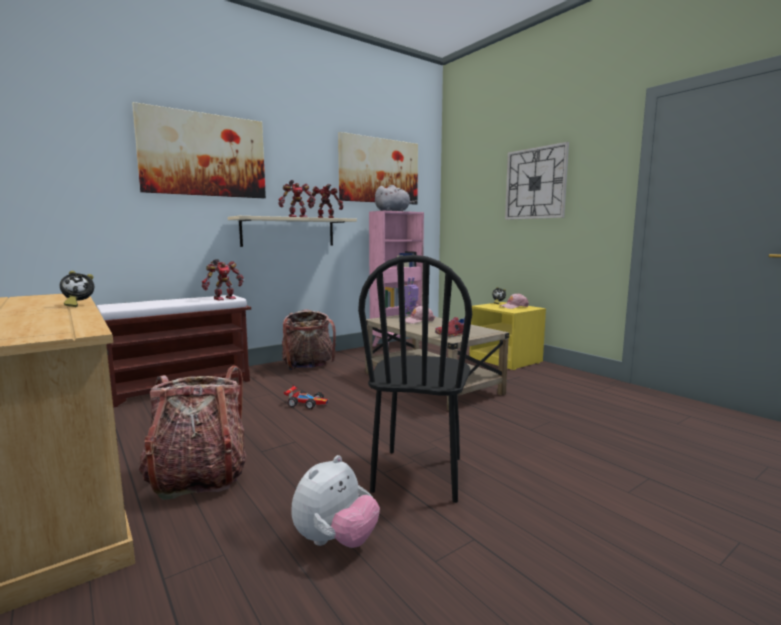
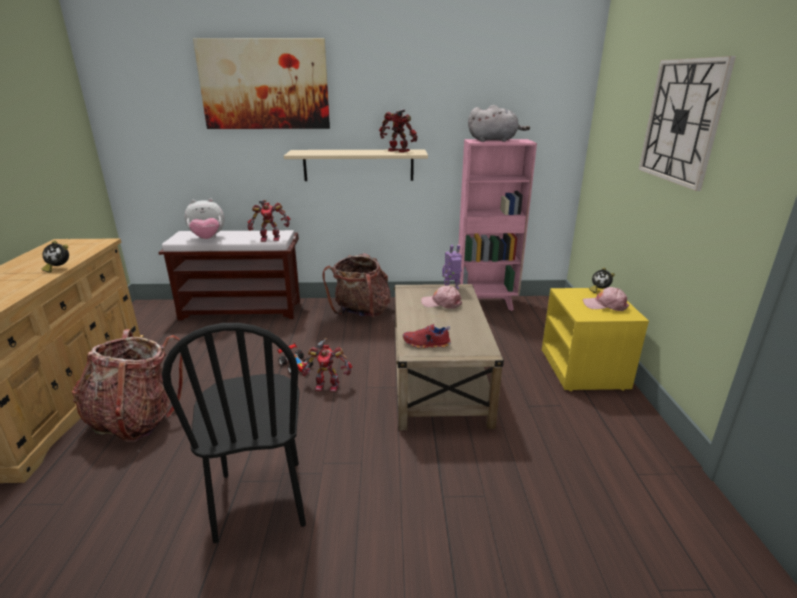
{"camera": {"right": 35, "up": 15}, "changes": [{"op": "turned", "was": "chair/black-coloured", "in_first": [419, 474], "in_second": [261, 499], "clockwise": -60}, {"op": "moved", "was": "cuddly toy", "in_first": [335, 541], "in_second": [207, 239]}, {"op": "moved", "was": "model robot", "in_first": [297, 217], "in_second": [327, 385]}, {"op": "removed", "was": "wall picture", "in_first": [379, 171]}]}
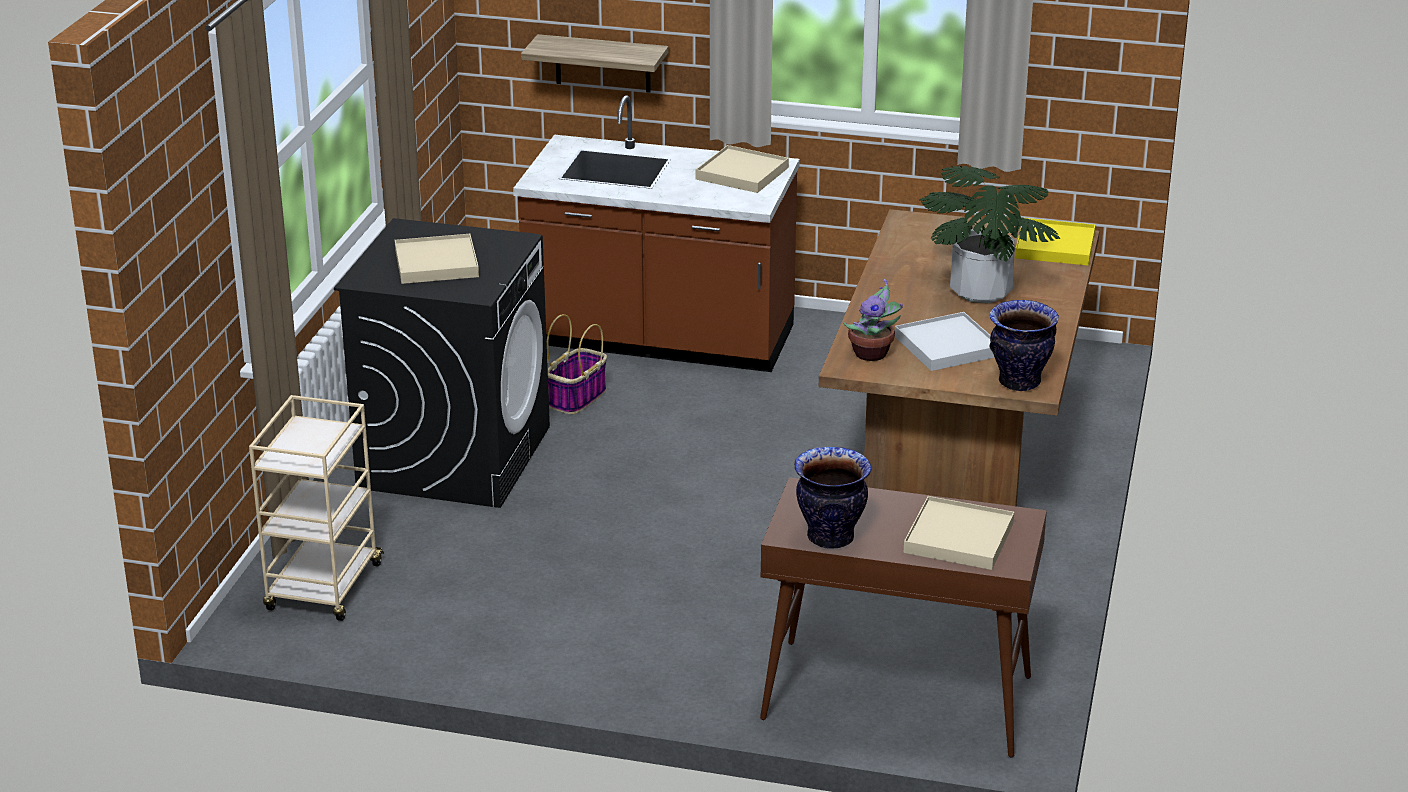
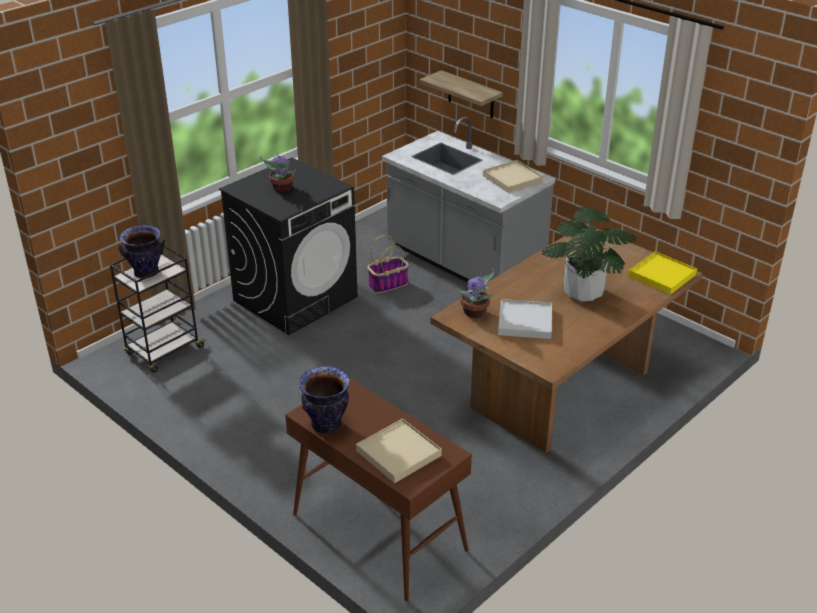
{"camera": {"right": 30, "up": 5}, "changes": [{"op": "recoloured", "was": "trolley/beige", "now": "trolley/black-coloured", "in_first": [324, 589], "in_second": [164, 351]}, {"op": "moved", "was": "vase", "in_first": [1018, 382], "in_second": [146, 272]}, {"op": "replaced", "was": "serving tray/beige", "now": "potted plant", "in_first": [436, 263], "in_second": [282, 189]}, {"op": "recoloured", "was": "counter/brownish", "now": "counter/grey", "in_first": [660, 339], "in_second": [463, 263]}]}
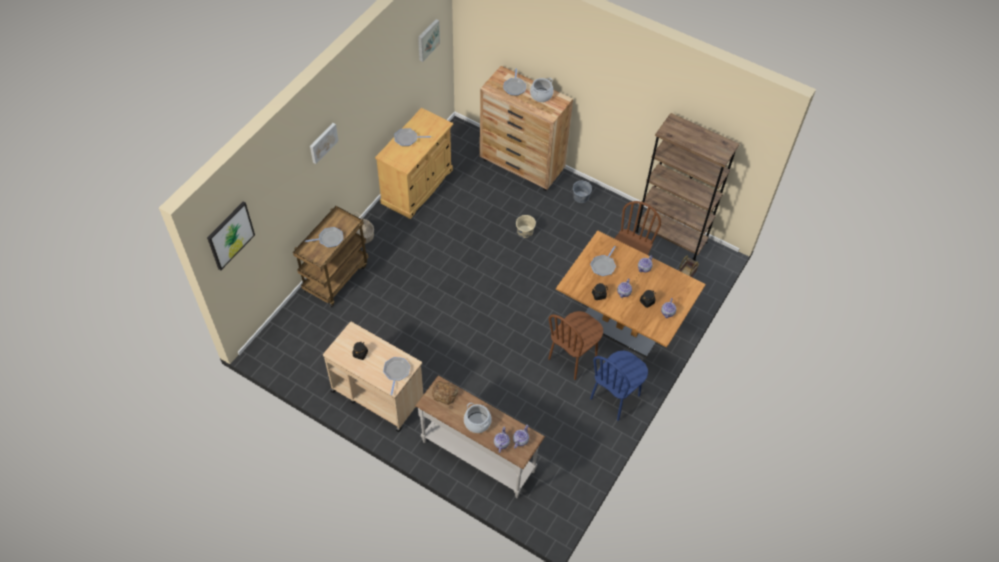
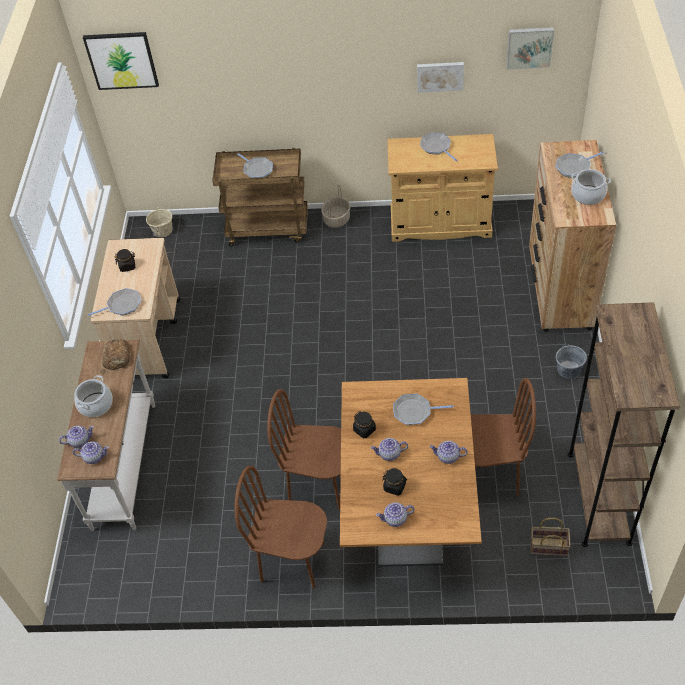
{"camera": {"right": 65, "up": -5}, "changes": [{"op": "moved", "was": "pail/beige", "in_first": [525, 231], "in_second": [162, 230]}, {"op": "recoloured", "was": "chair/blue-coloured", "now": "chair/brownish", "in_first": [615, 397], "in_second": [293, 561]}, {"op": "moved", "was": "wall picture", "in_first": [322, 142], "in_second": [440, 76]}]}
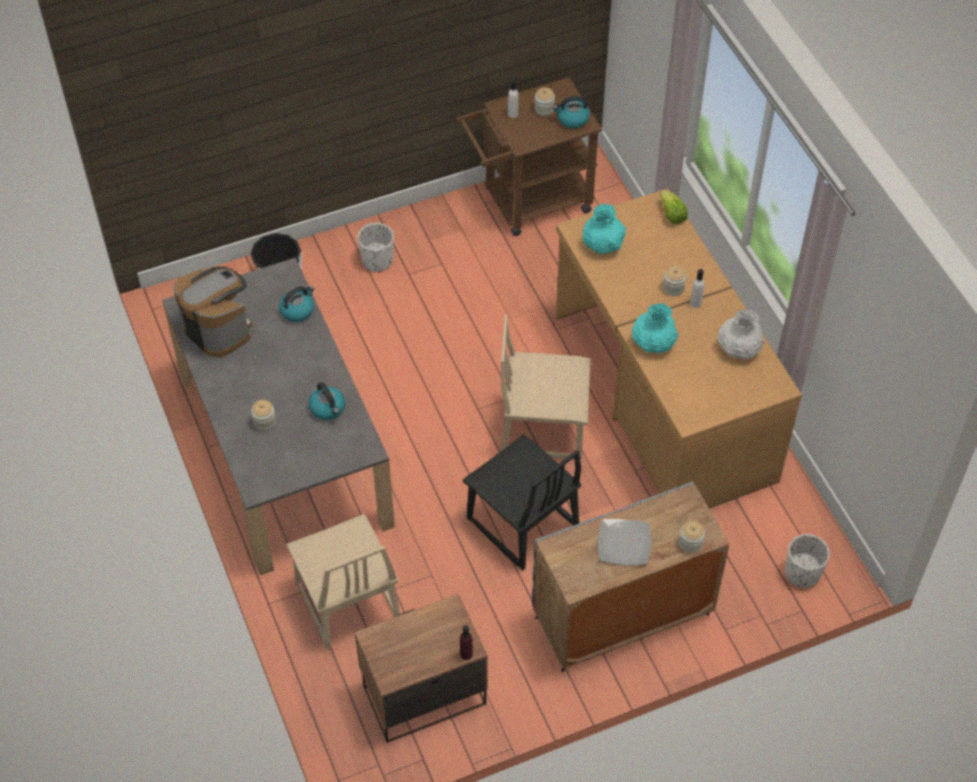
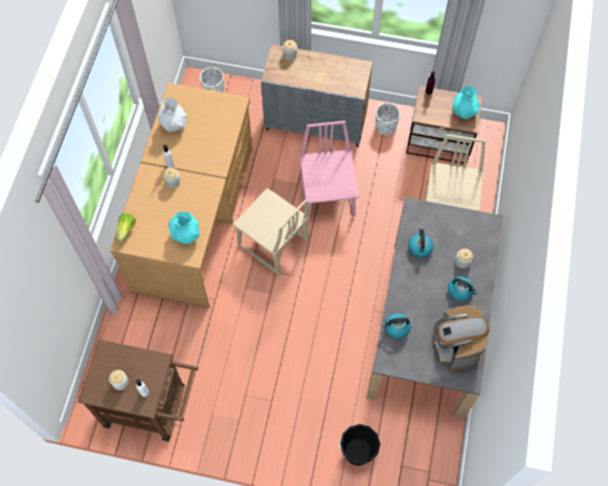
{"camera": {"right": -145, "up": 10}, "changes": [{"op": "recoloured", "was": "chair/black-coloured", "now": "chair/pink", "in_first": [521, 523], "in_second": [328, 196]}, {"op": "moved", "was": "plant pot/white", "in_first": [377, 260], "in_second": [385, 127]}, {"op": "moved", "was": "kettle", "in_first": [572, 119], "in_second": [460, 291]}, {"op": "moved", "was": "vase/turquoise", "in_first": [653, 343], "in_second": [464, 112]}, {"op": "removed", "was": "dinner plate", "in_first": [624, 544]}]}
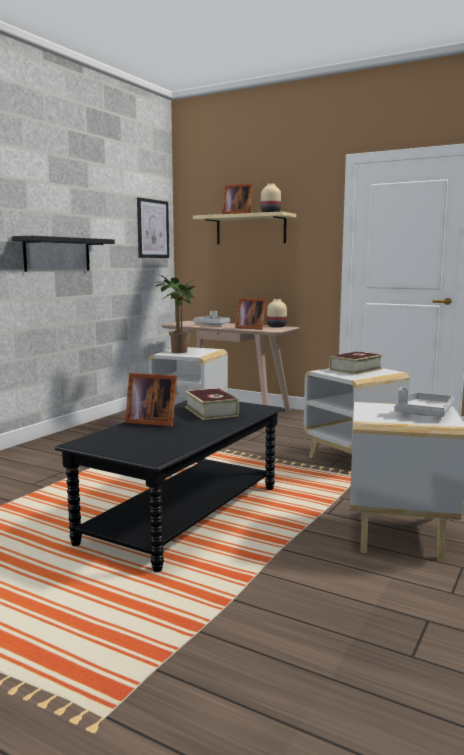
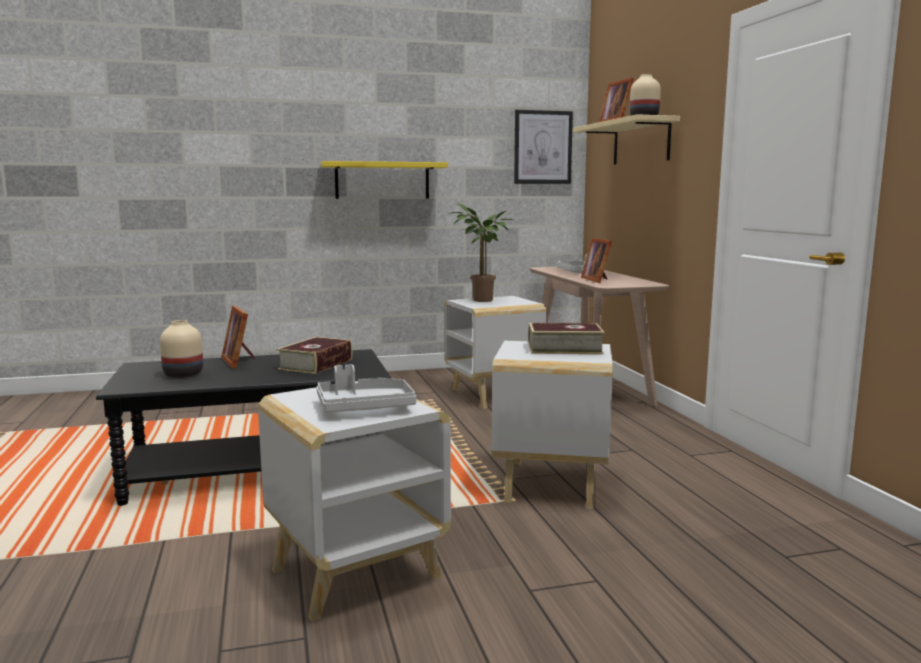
{"camera": {"right": 45, "up": 0}, "changes": [{"op": "moved", "was": "vase/beige", "in_first": [276, 326], "in_second": [184, 374]}, {"op": "recoloured", "was": "wall shelf/black-coloured", "now": "wall shelf/yellowish", "in_first": [57, 254], "in_second": [382, 180]}]}
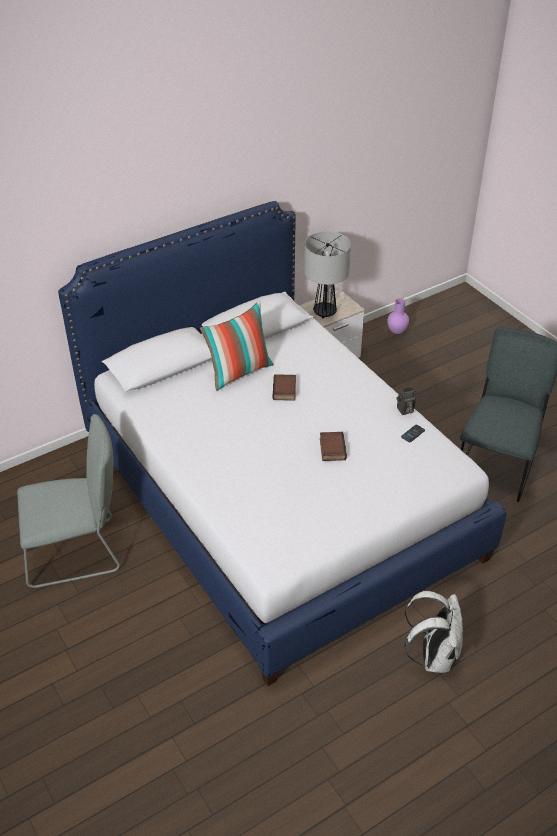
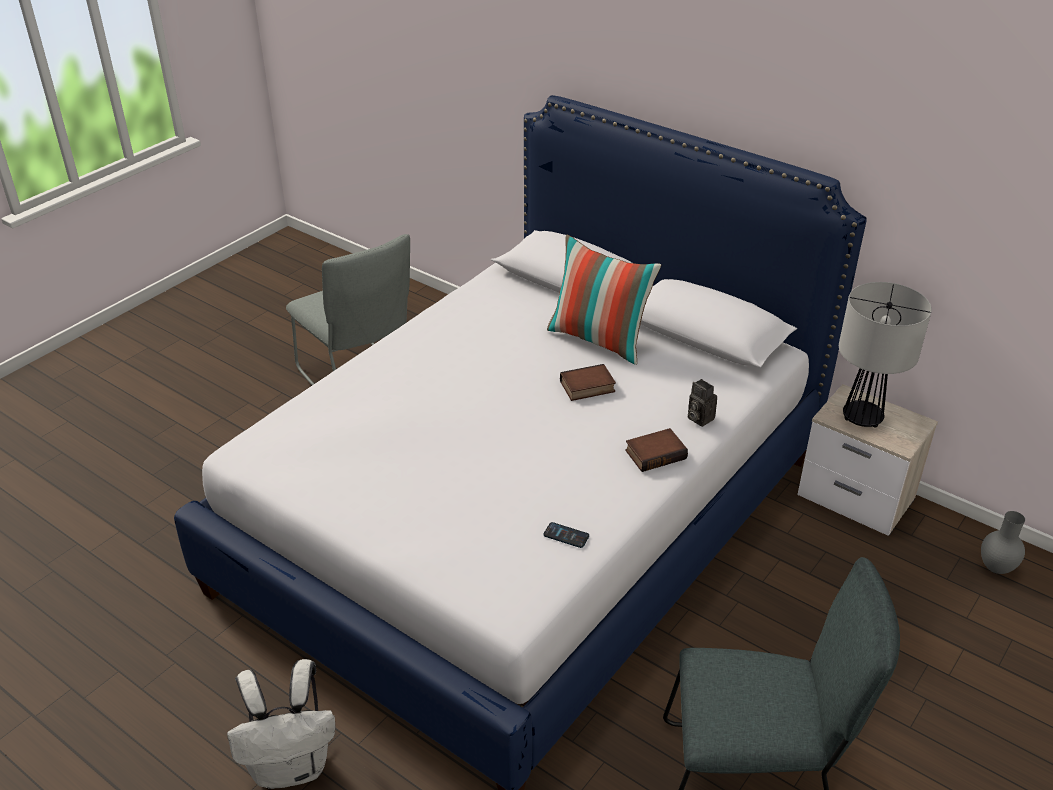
{"camera": {"right": 70, "up": -5}, "changes": [{"op": "moved", "was": "book", "in_first": [331, 448], "in_second": [655, 453]}, {"op": "moved", "was": "still camera", "in_first": [404, 410], "in_second": [698, 418]}, {"op": "recoloured", "was": "vase/purple-coloured", "now": "vase/grey", "in_first": [397, 331], "in_second": [996, 568]}]}
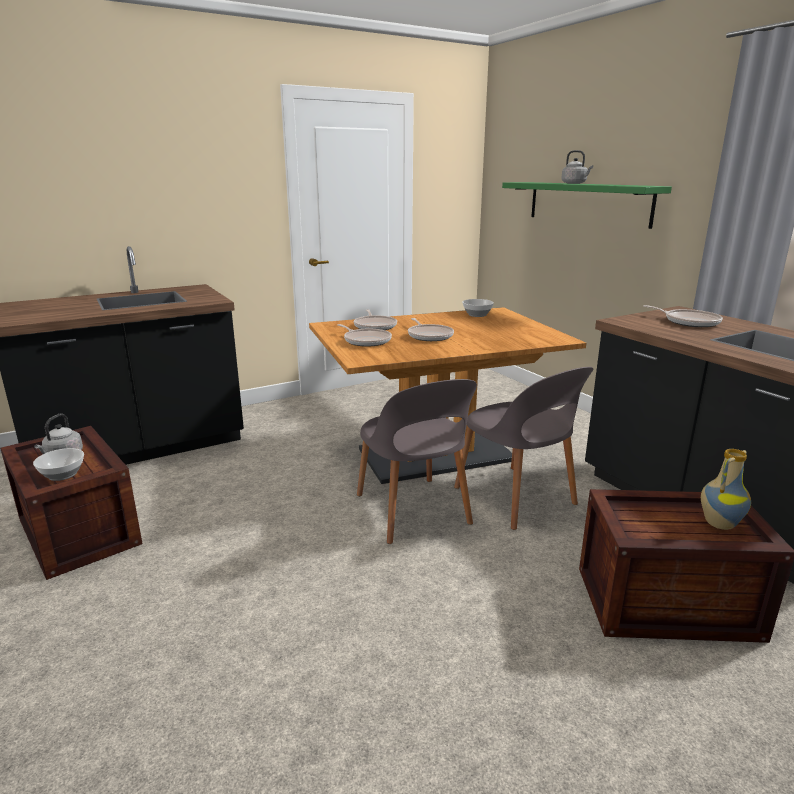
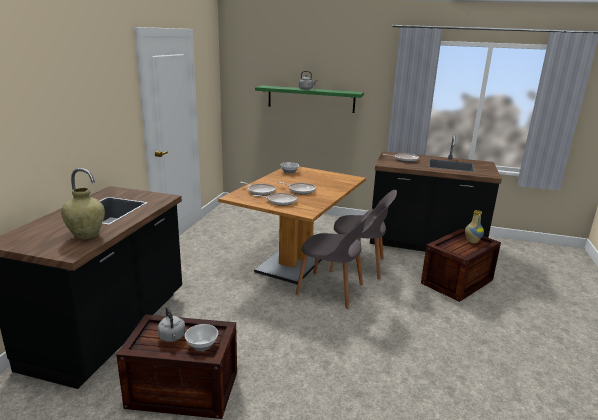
{"camera": {"right": -45, "up": 0}, "changes": [{"op": "added", "now": "vase/beige", "in_second": [86, 235]}]}
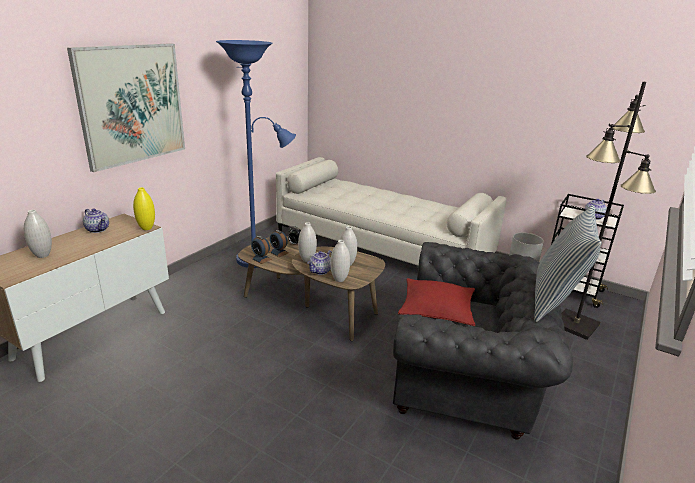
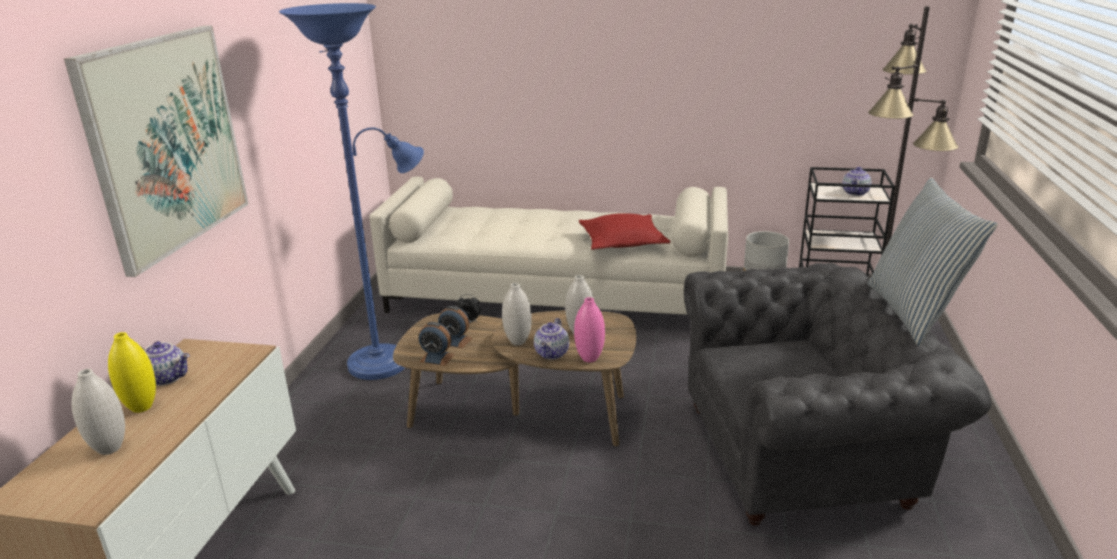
{"camera": {"right": -20, "up": 0}, "changes": [{"op": "moved", "was": "vase/yellowish", "in_first": [146, 228], "in_second": [141, 407]}, {"op": "recoloured", "was": "vase/white", "now": "vase/pink", "in_first": [339, 279], "in_second": [589, 358]}, {"op": "moved", "was": "throw pillow/red-coloured", "in_first": [437, 310], "in_second": [622, 242]}]}
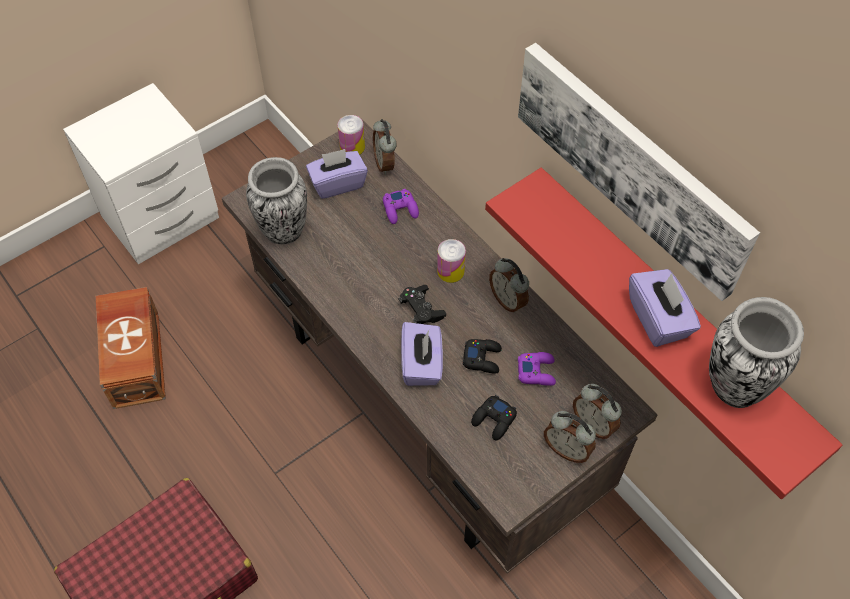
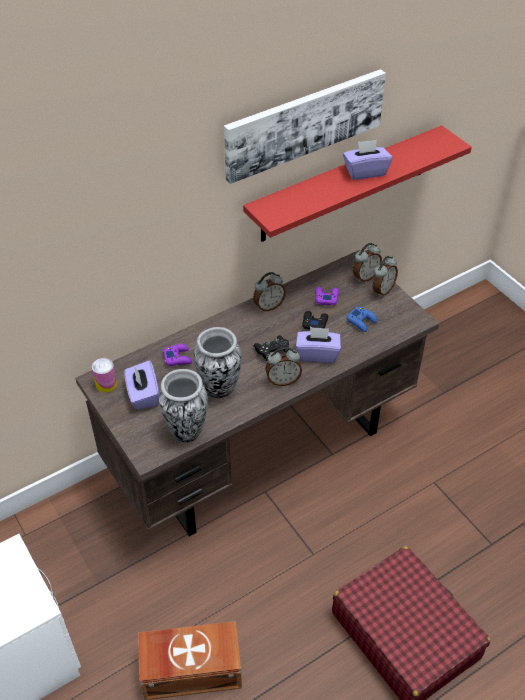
{"camera": {"right": -85, "up": -10}, "changes": [{"op": "moved", "was": "vase", "in_first": [733, 388], "in_second": [219, 389]}, {"op": "moved", "was": "bedside clock", "in_first": [385, 163], "in_second": [283, 380]}, {"op": "recoloured", "was": "joypad/black-coloured", "now": "joypad/blue-coloured", "in_first": [494, 420], "in_second": [361, 321]}, {"op": "removed", "was": "can", "in_first": [450, 271]}]}
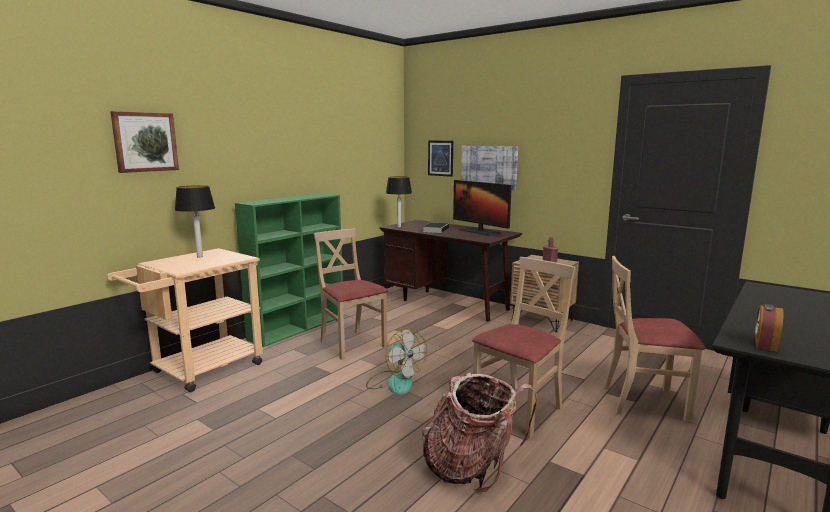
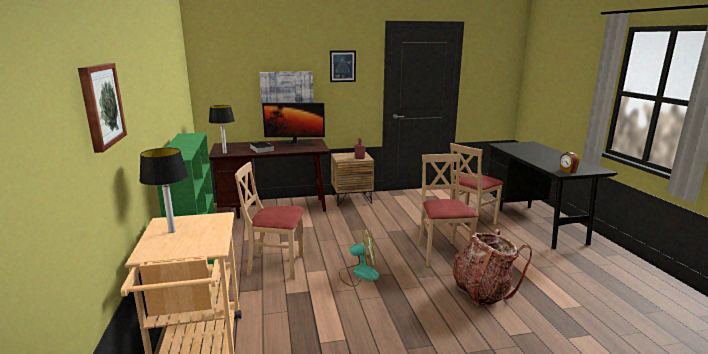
{"camera": {"right": -50, "up": 5}, "changes": [{"op": "moved", "was": "wall picture", "in_first": [440, 158], "in_second": [342, 66]}]}
